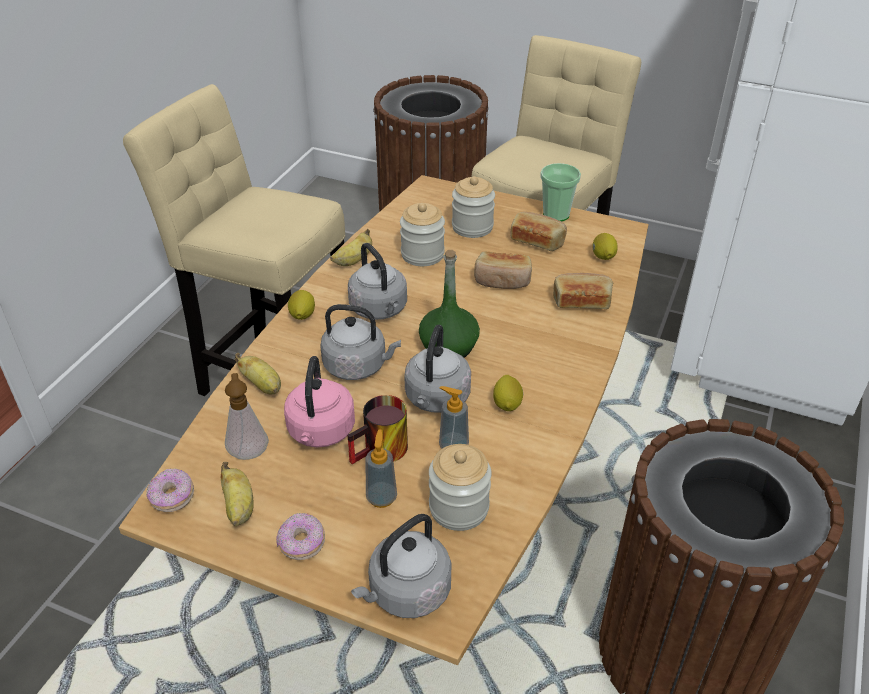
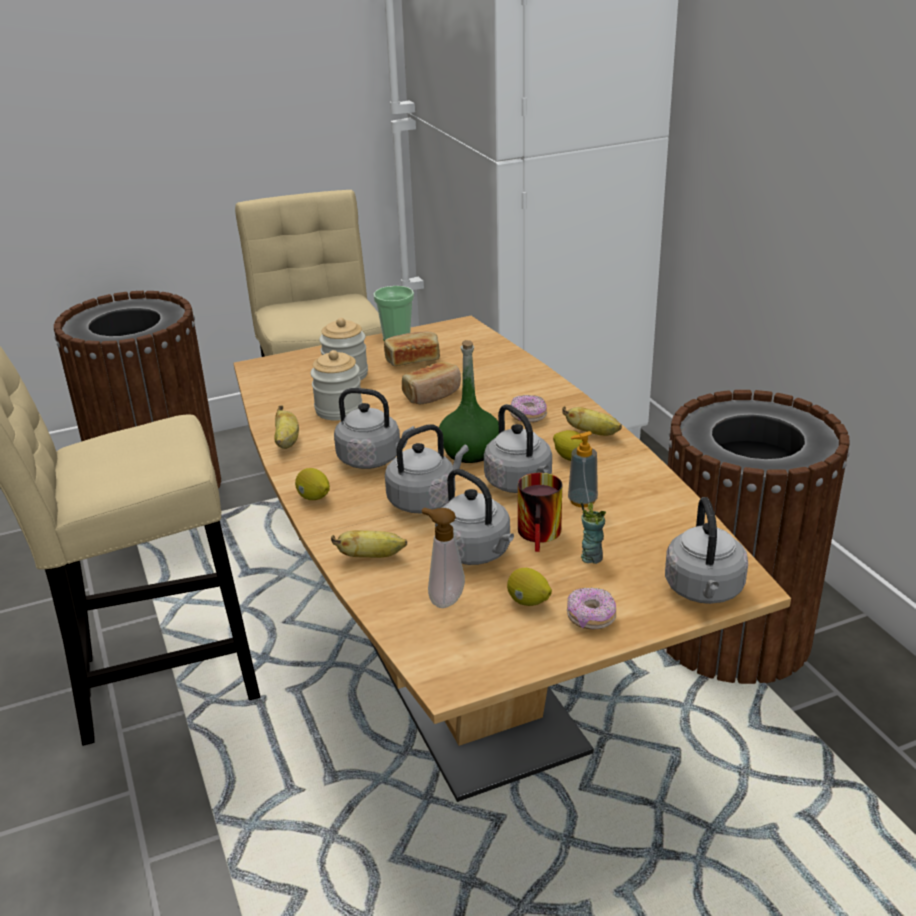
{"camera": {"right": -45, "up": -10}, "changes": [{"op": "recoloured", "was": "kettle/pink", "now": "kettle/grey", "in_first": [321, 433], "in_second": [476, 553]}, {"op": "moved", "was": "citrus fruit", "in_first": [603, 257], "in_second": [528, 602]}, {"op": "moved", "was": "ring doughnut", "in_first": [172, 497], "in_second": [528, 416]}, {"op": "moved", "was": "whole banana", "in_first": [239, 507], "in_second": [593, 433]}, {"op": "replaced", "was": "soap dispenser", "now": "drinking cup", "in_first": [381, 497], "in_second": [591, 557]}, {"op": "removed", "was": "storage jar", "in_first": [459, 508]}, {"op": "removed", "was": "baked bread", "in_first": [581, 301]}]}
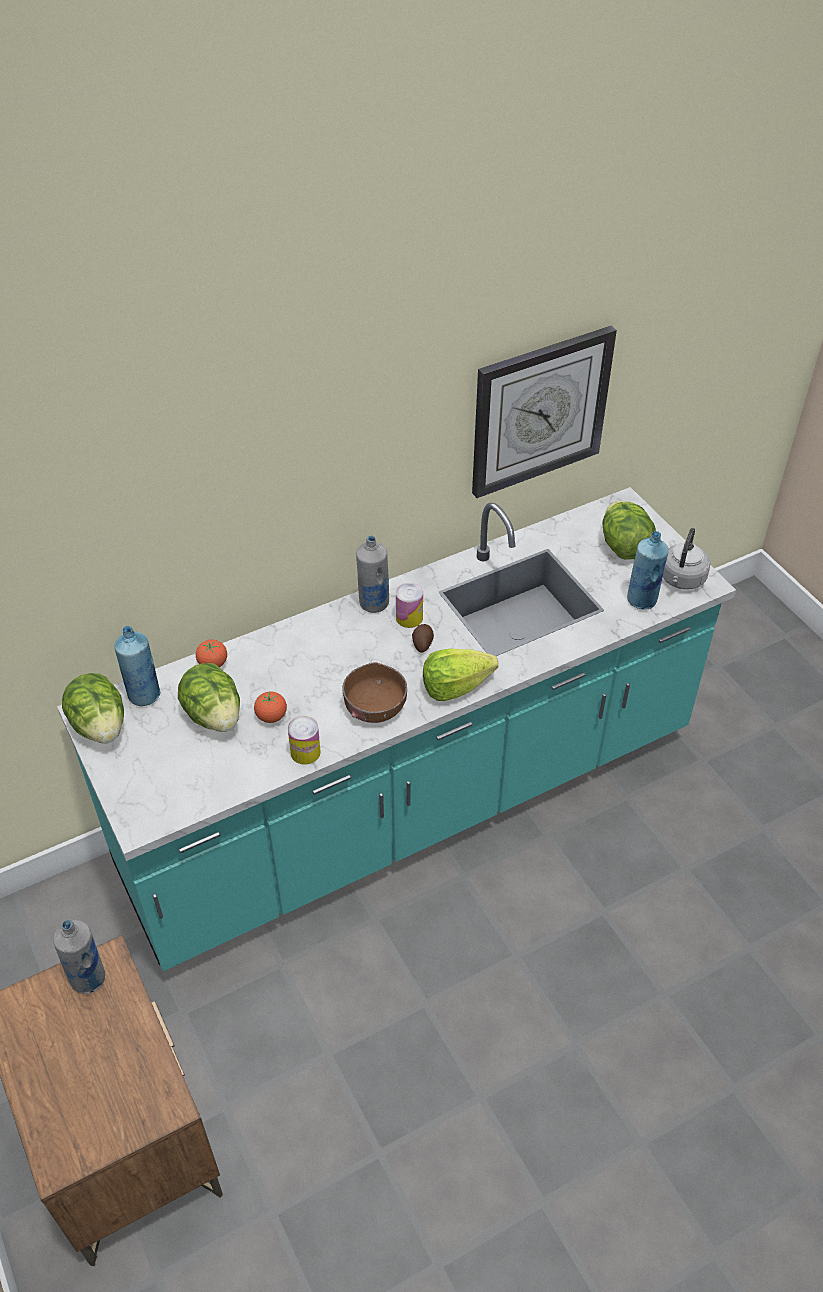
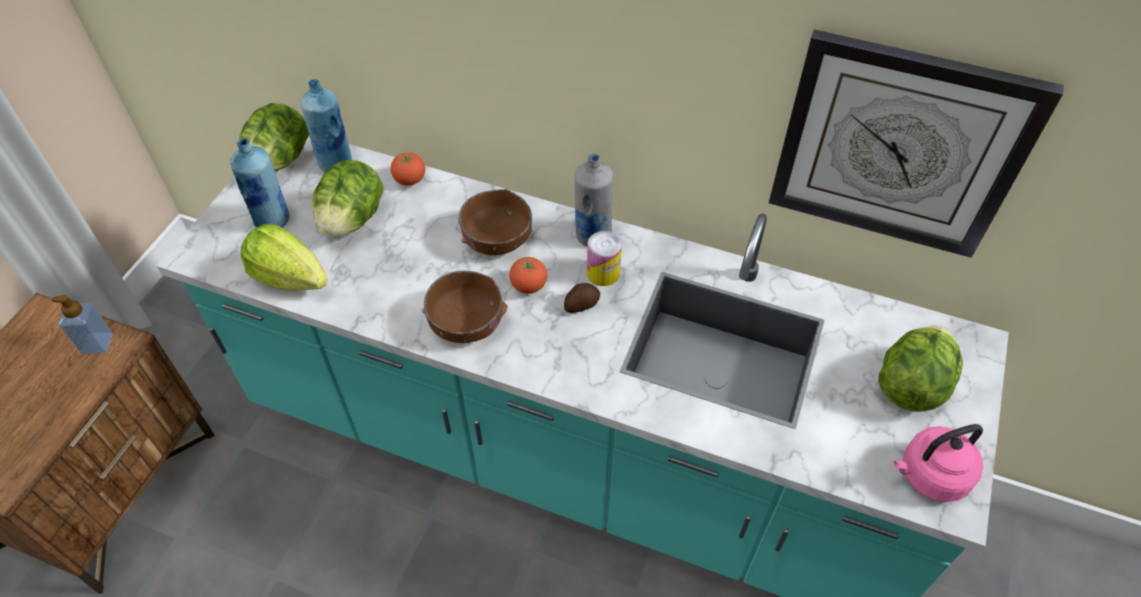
{"camera": {"right": 50, "up": 5}, "changes": [{"op": "replaced", "was": "beverage bottle/grey", "now": "soap dispenser", "in_first": [88, 978], "in_second": [97, 343]}, {"op": "moved", "was": "beverage bottle/blue-coloured", "in_first": [642, 600], "in_second": [273, 221]}, {"op": "moved", "was": "lettuce head", "in_first": [455, 686], "in_second": [290, 277]}, {"op": "added", "now": "deep dish/brownish", "in_second": [496, 238]}, {"op": "moved", "was": "tomato", "in_first": [271, 716], "in_second": [528, 286]}, {"op": "recoloured", "was": "kettle/grey", "now": "kettle/pink", "in_first": [681, 580], "in_second": [929, 476]}, {"op": "removed", "was": "can", "in_first": [305, 752]}]}
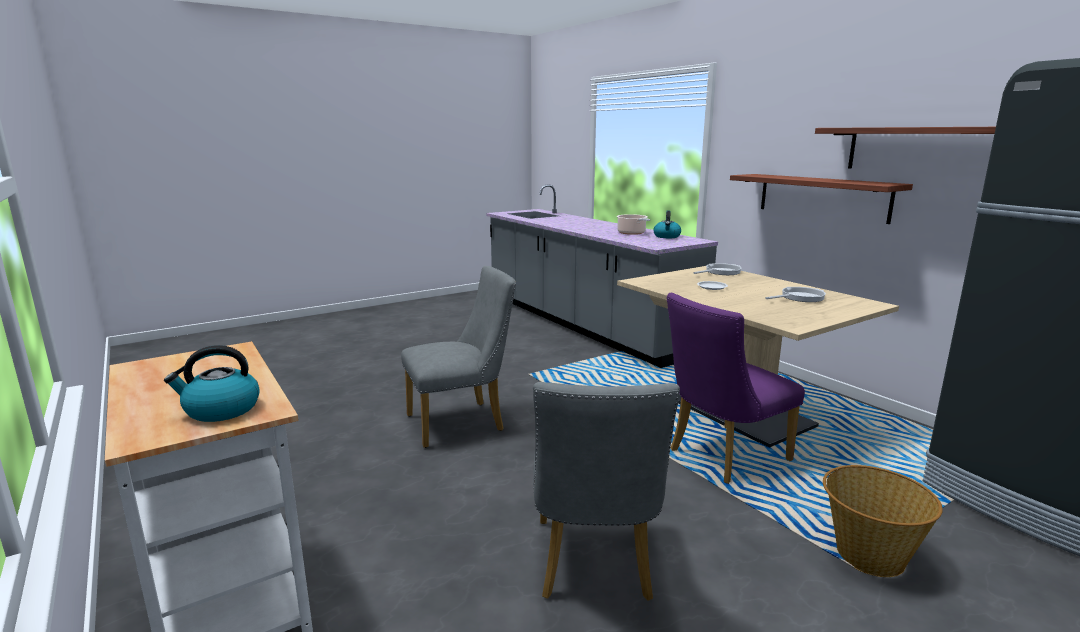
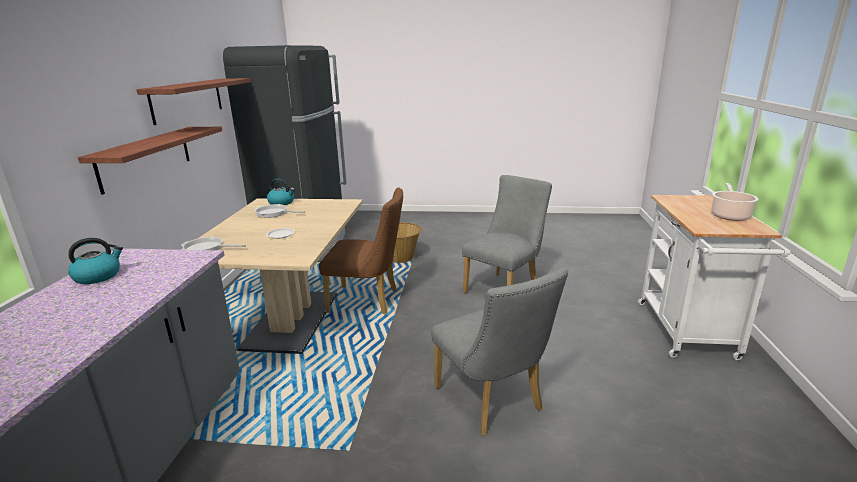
{"camera": {"right": -140, "up": 5}, "changes": [{"op": "moved", "was": "kettle", "in_first": [221, 410], "in_second": [282, 203]}, {"op": "recoloured", "was": "chair/purple-coloured", "now": "chair/brownish", "in_first": [722, 457], "in_second": [368, 301]}, {"op": "turned", "was": "chair/grey", "in_first": [462, 422], "in_second": [492, 403], "clockwise": -135}, {"op": "moved", "was": "saucepot", "in_first": [632, 233], "in_second": [730, 215]}]}
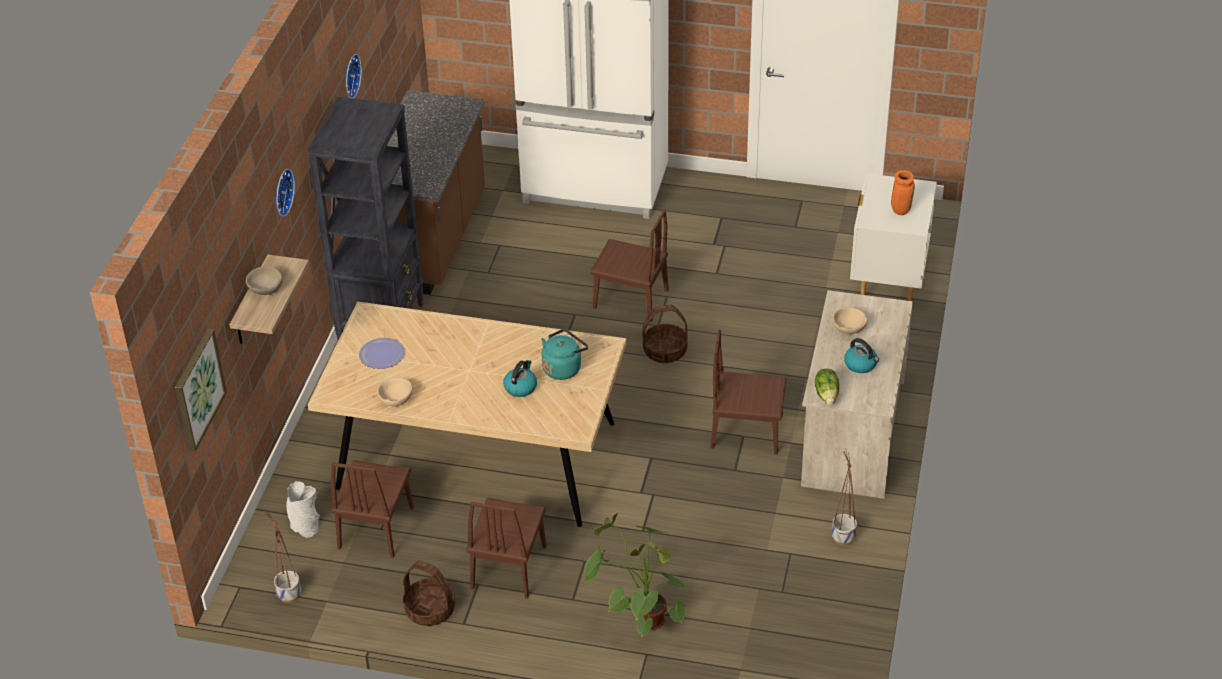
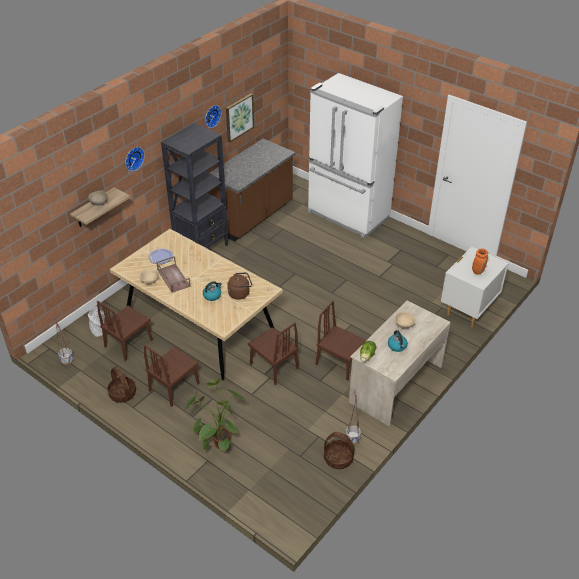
{"camera": {"right": 25, "up": 0}, "changes": [{"op": "added", "now": "serving tray/brownish", "in_second": [173, 278]}, {"op": "moved", "was": "wall picture", "in_first": [198, 389], "in_second": [239, 117]}, {"op": "recoloured", "was": "kettle/turquoise", "now": "kettle/brownish", "in_first": [563, 368], "in_second": [240, 293]}, {"op": "moved", "was": "chair/brownish", "in_first": [630, 299], "in_second": [274, 366]}, {"op": "moved", "was": "basket", "in_first": [664, 351], "in_second": [338, 459]}]}
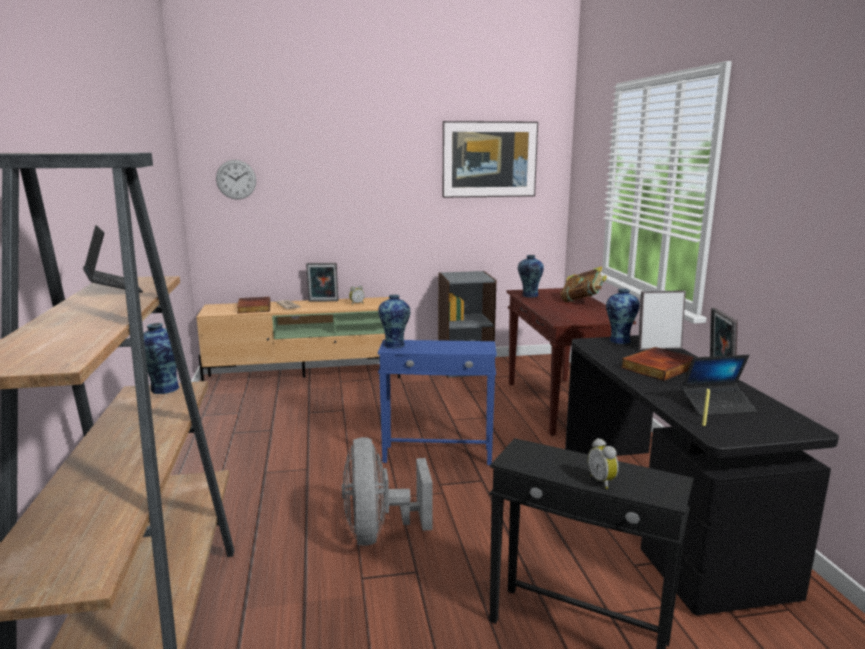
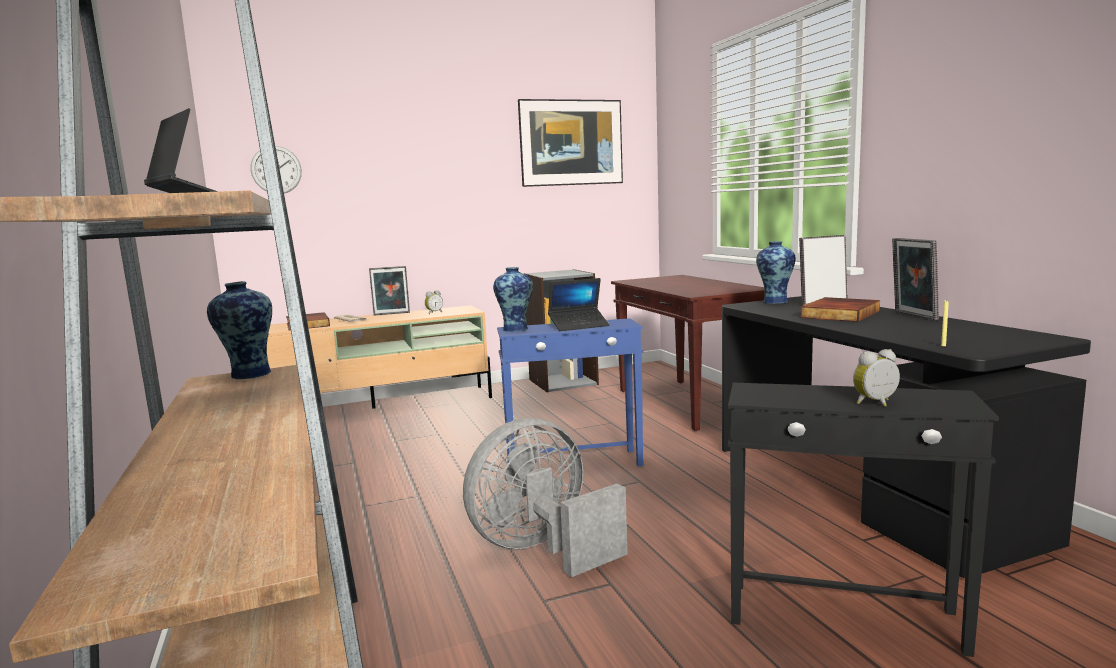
{"camera": {"right": -10, "up": -5}, "changes": [{"op": "turned", "was": "cooling fan/grey", "in_first": [379, 532], "in_second": [542, 549], "clockwise": 75}, {"op": "moved", "was": "portable computer", "in_first": [717, 406], "in_second": [579, 326]}, {"op": "turned", "was": "bedside clock", "in_first": [603, 481], "in_second": [877, 403], "clockwise": 105}, {"op": "removed", "was": "vase", "in_first": [529, 295]}, {"op": "removed", "was": "book", "in_first": [582, 301]}]}
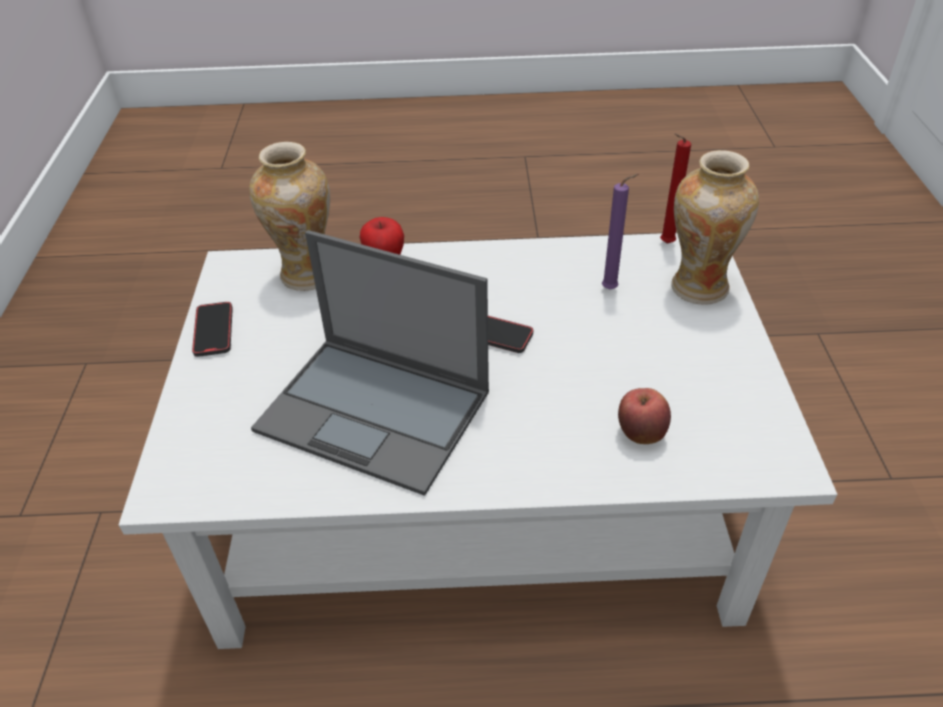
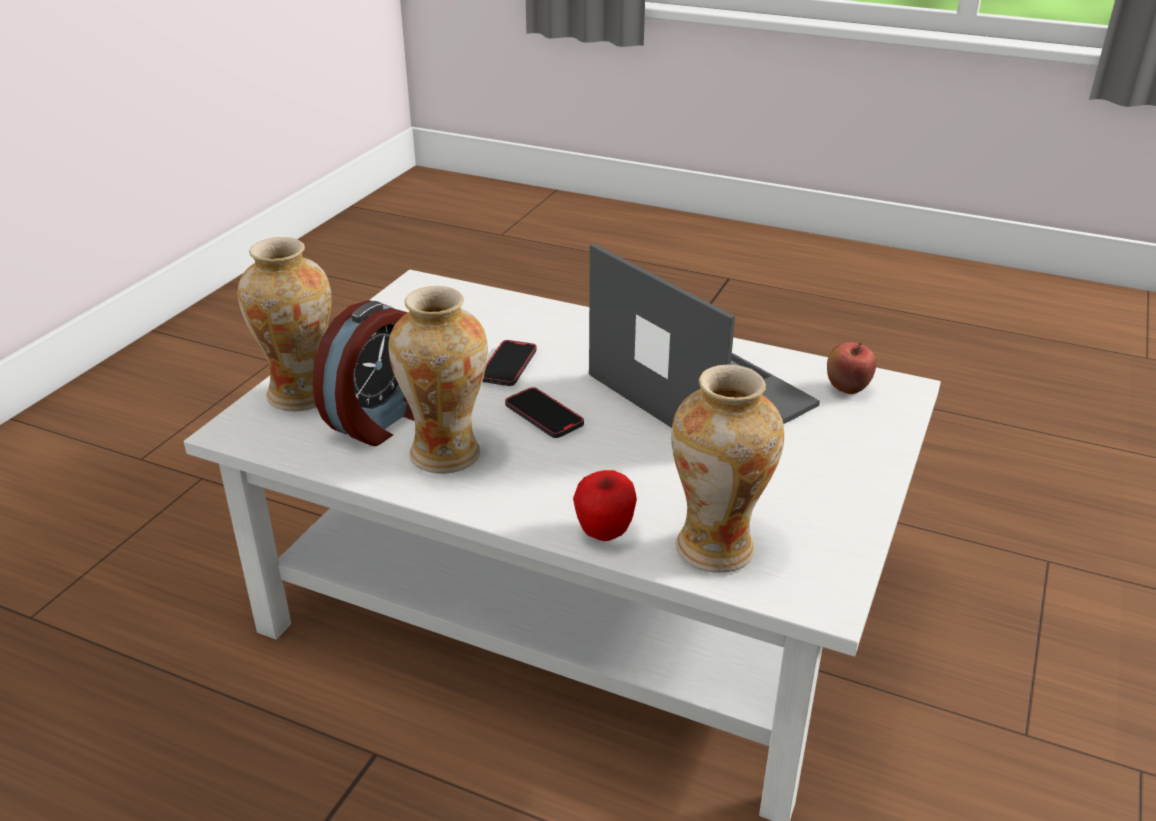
{"camera": {"right": -155, "up": -10}, "changes": [{"op": "replaced", "was": "wax candle/purple-coloured", "now": "bedside clock", "in_first": [612, 289], "in_second": [383, 419]}, {"op": "added", "now": "vase", "in_second": [446, 454]}, {"op": "moved", "was": "handset", "in_first": [214, 331], "in_second": [508, 366]}, {"op": "moved", "was": "apple", "in_first": [640, 434], "in_second": [846, 390]}, {"op": "removed", "was": "wax candle/red-coloured", "in_first": [664, 244]}]}
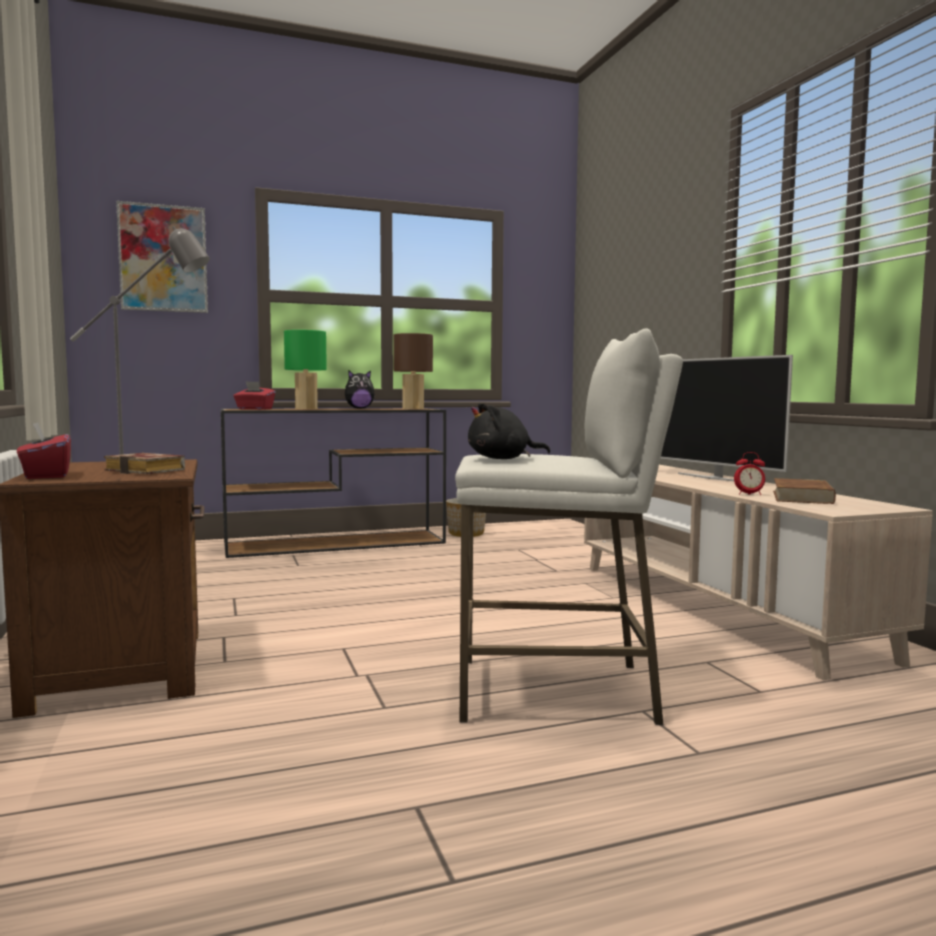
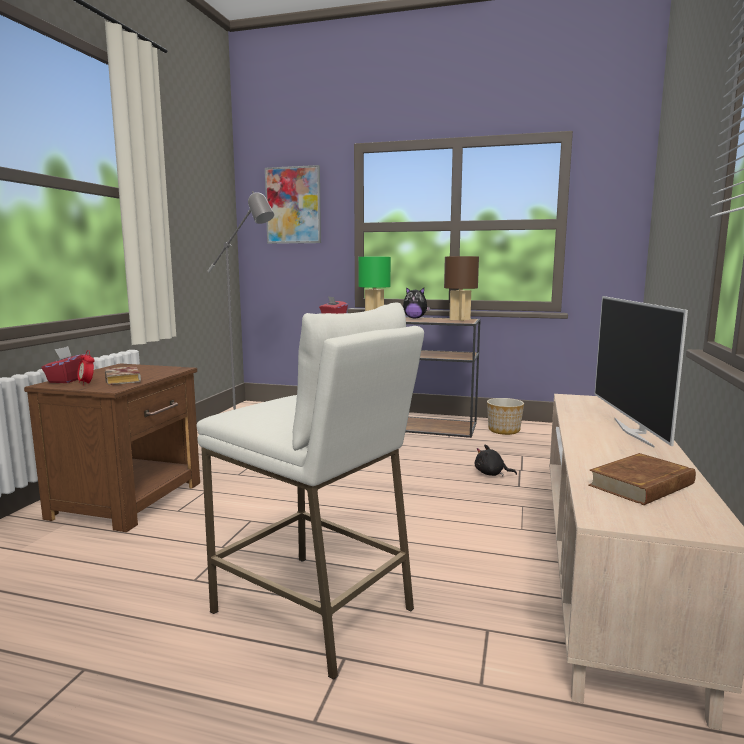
{"camera": {"right": 35, "up": 5}, "changes": [{"op": "moved", "was": "bedside clock", "in_first": [749, 494], "in_second": [87, 383]}, {"op": "moved", "was": "cuddly toy/black-coloured", "in_first": [503, 459], "in_second": [491, 474]}]}
